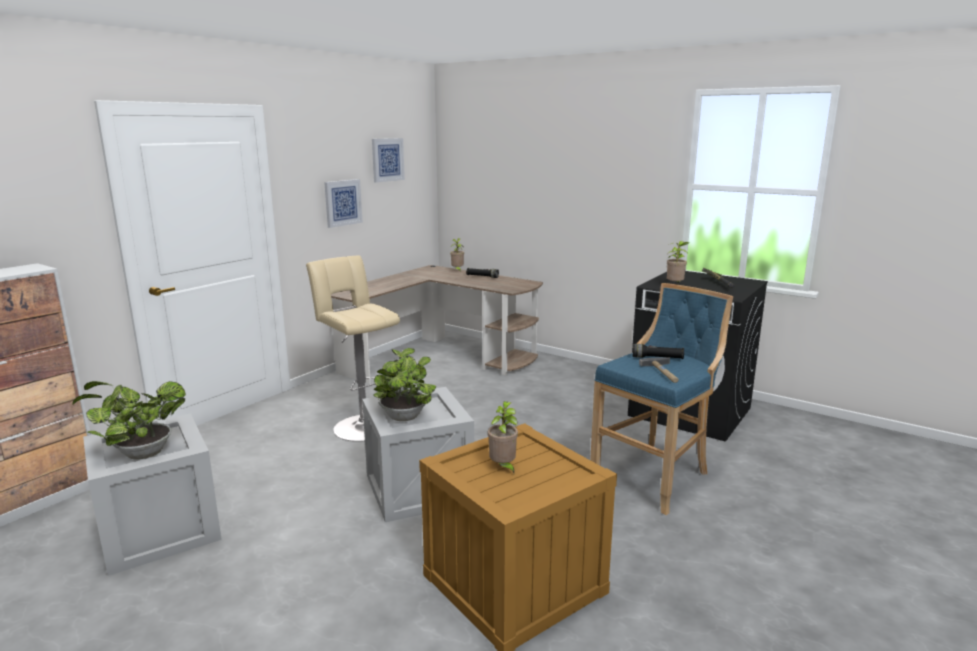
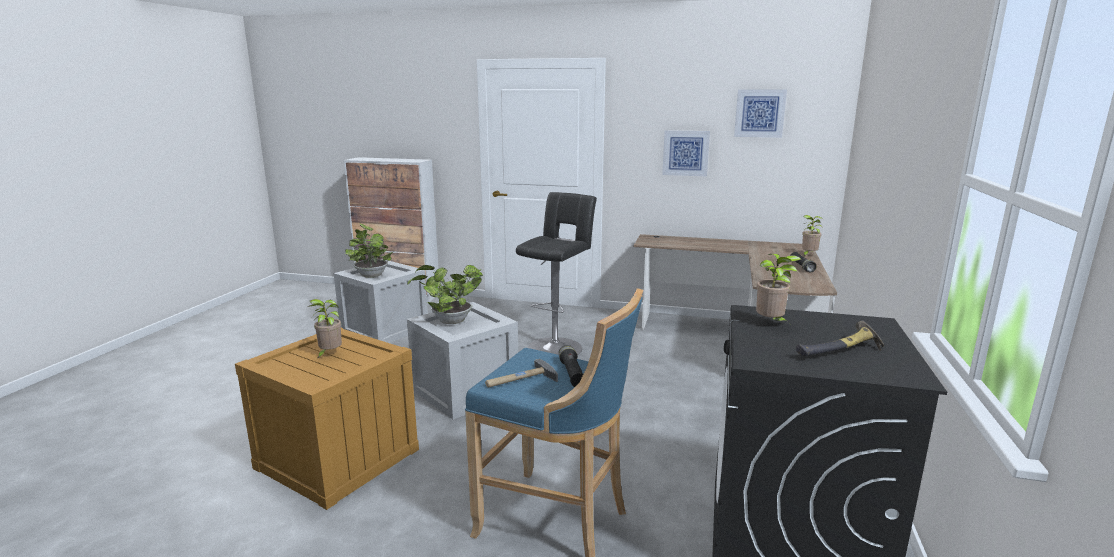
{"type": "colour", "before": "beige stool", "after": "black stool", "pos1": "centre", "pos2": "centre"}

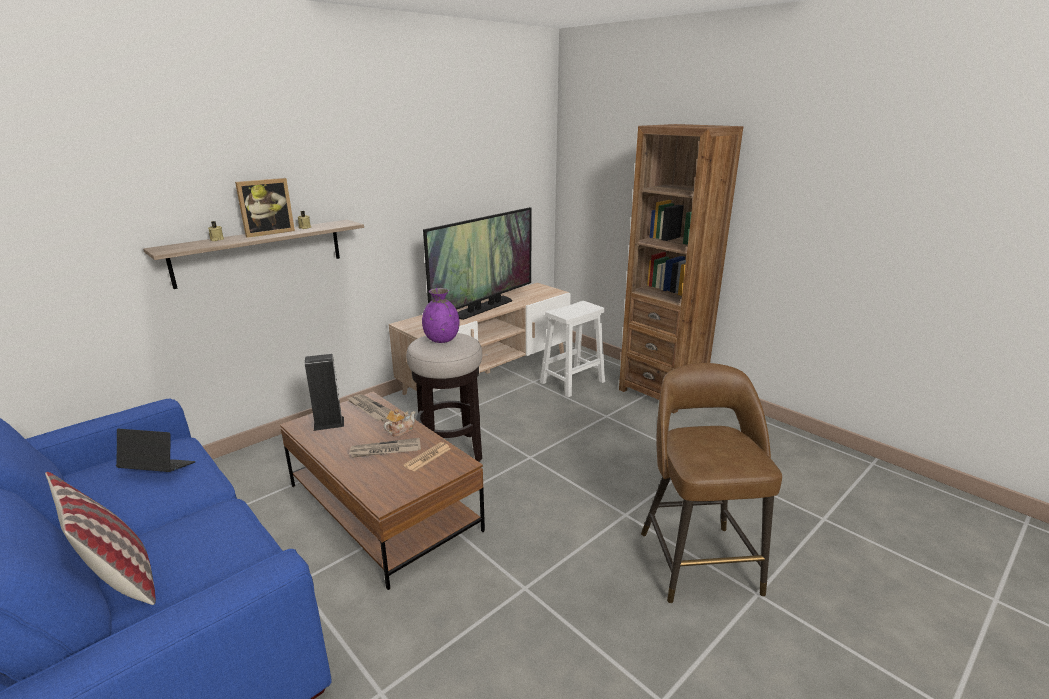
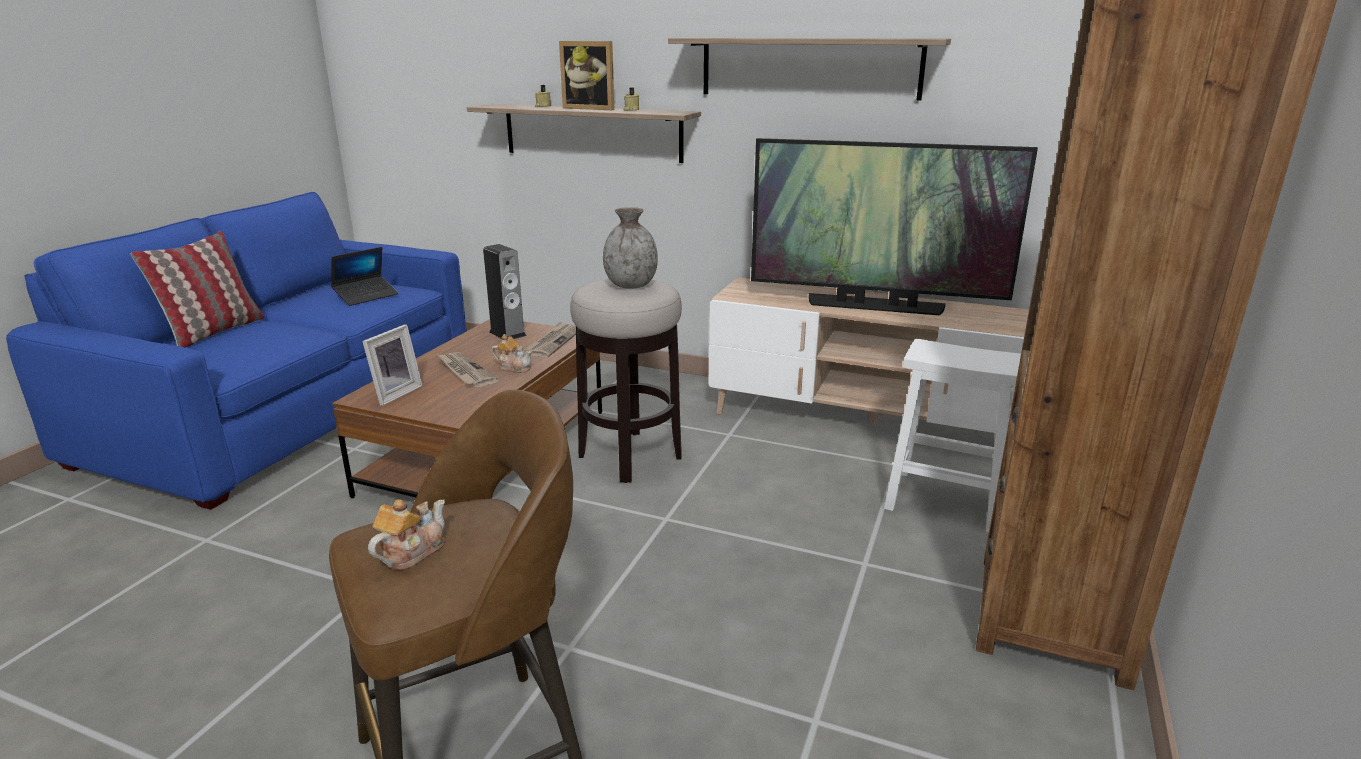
{"type": "colour", "before": "purple vase", "after": "grey vase", "pos1": "centre", "pos2": "top centre"}
{"type": "spun", "before": "laptop", "pos1": "middle left", "pos2": "middle left", "turn": 60}
{"type": "missing", "before": "newspaper (no. 3 from left)", "pos1": "centre"}
{"type": "appeared", "after": "shelf (no. 2 from left)", "pos2": "top centre"}
{"type": "appeared", "after": "picture frame (no. 1 from left)", "pos2": "middle left"}
{"type": "appeared", "after": "teapot (no. 1 from left)", "pos2": "bottom left"}

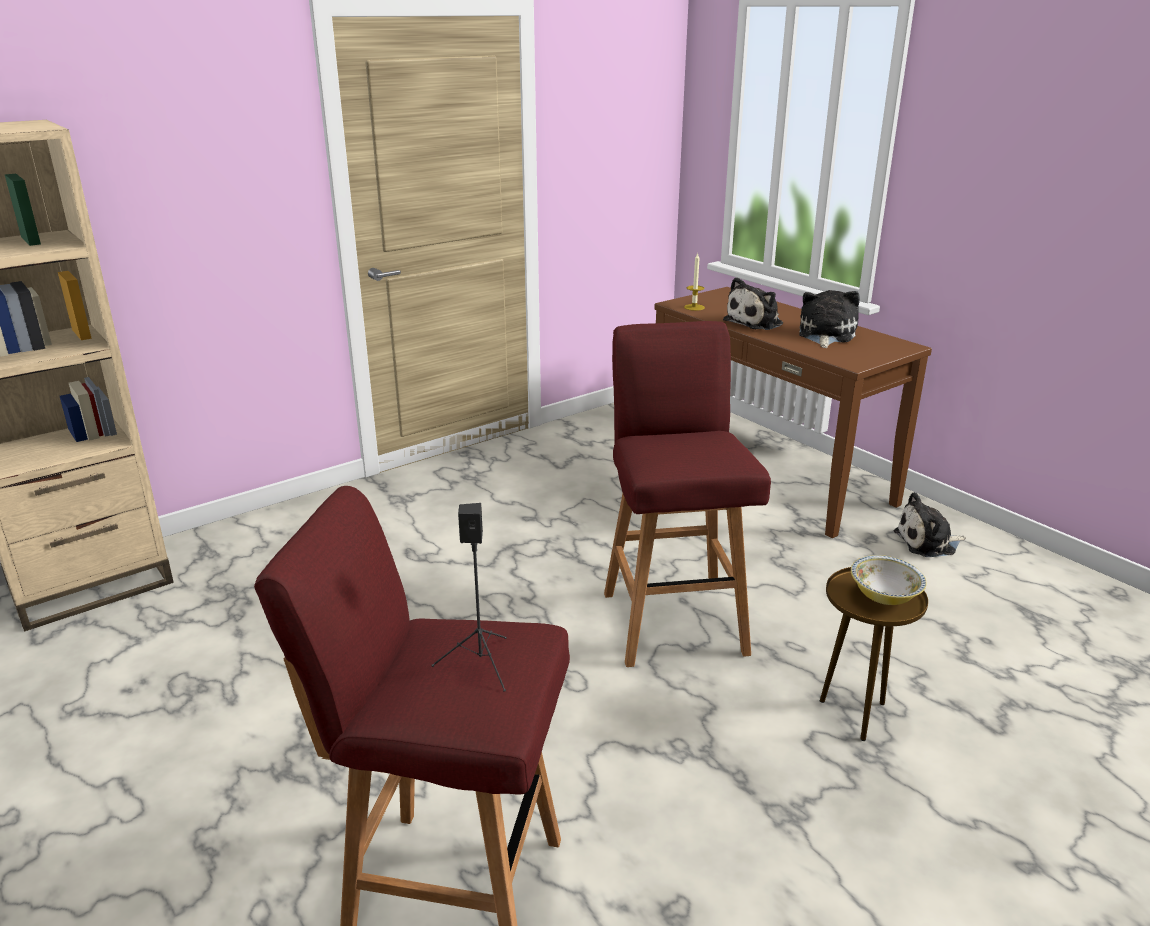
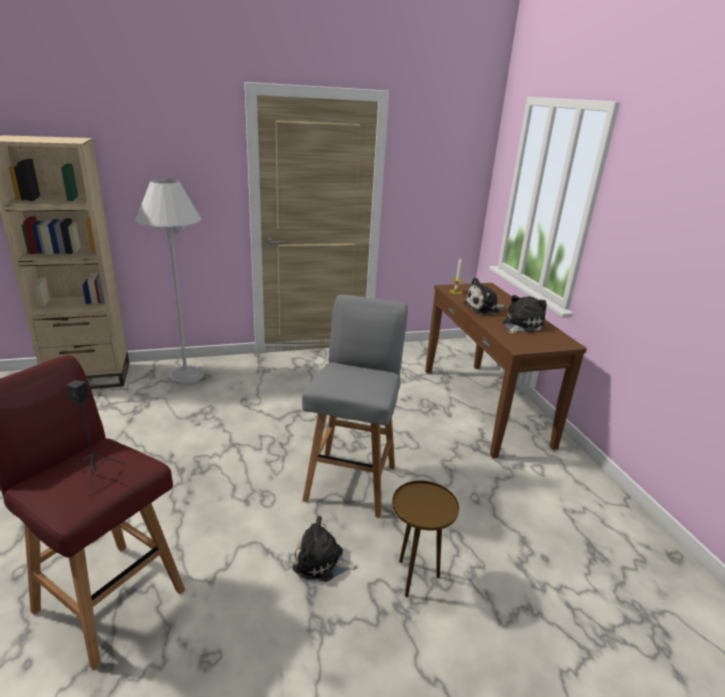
{"type": "colour", "before": "red stool (no. 2 from left)", "after": "grey stool", "pos1": "centre", "pos2": "centre"}
{"type": "relocated", "before": "plush toy (no. 3 from left in the first image)", "after": "plush toy (no. 1 from left)", "pos1": "middle right", "pos2": "bottom centre"}
{"type": "missing", "before": "bowl", "pos1": "middle right"}
{"type": "appeared", "after": "white floor lamp", "pos2": "middle left"}

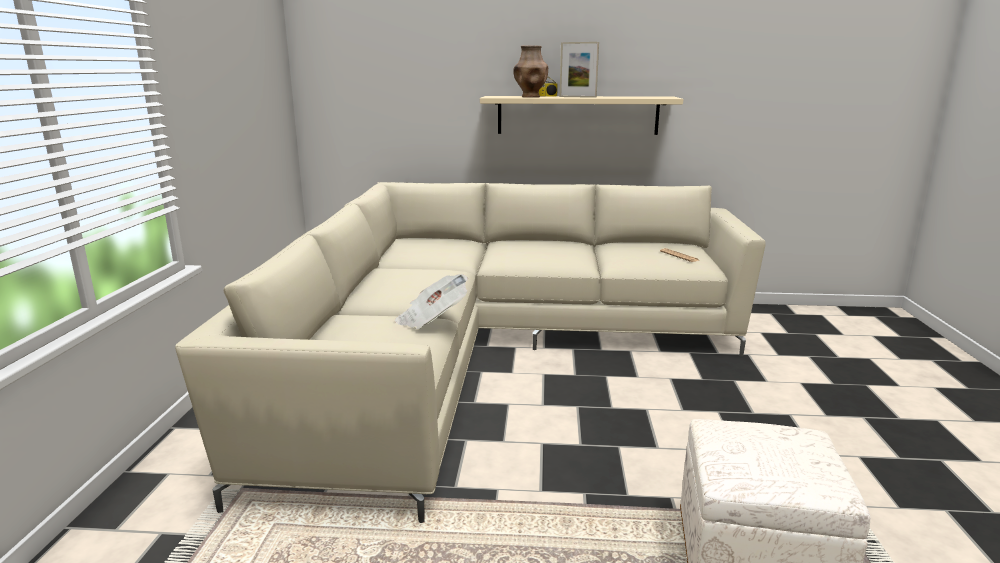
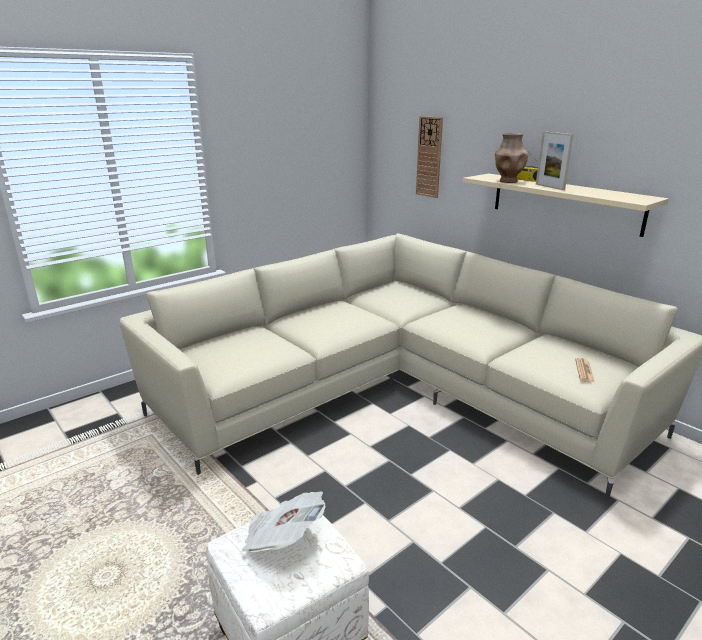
{"type": "relocated", "before": "newspaper (no. 1 from left)", "pos1": "centre", "pos2": "bottom centre"}
{"type": "appeared", "after": "wall clock", "pos2": "top centre"}

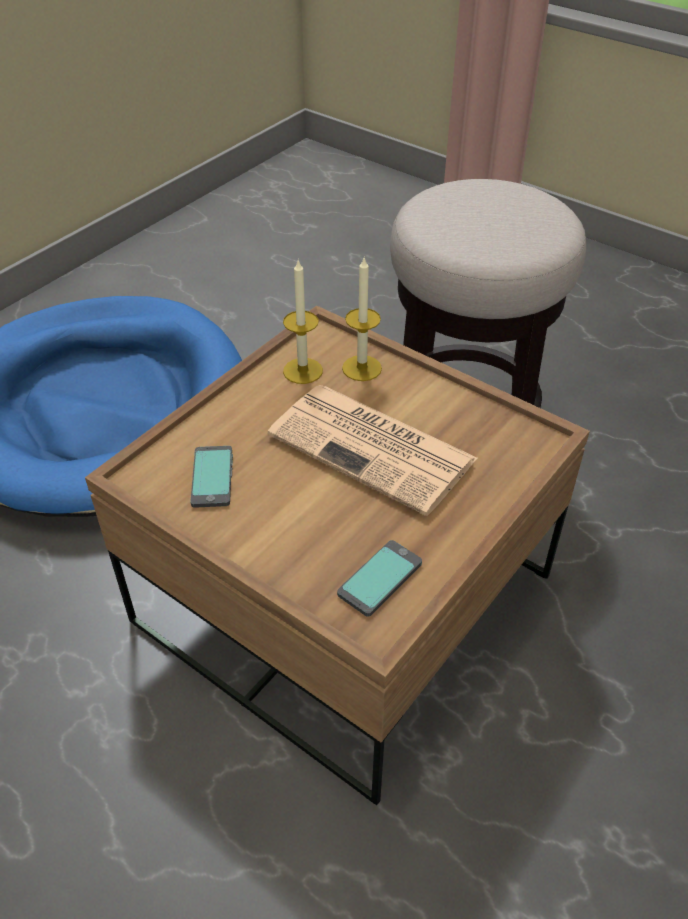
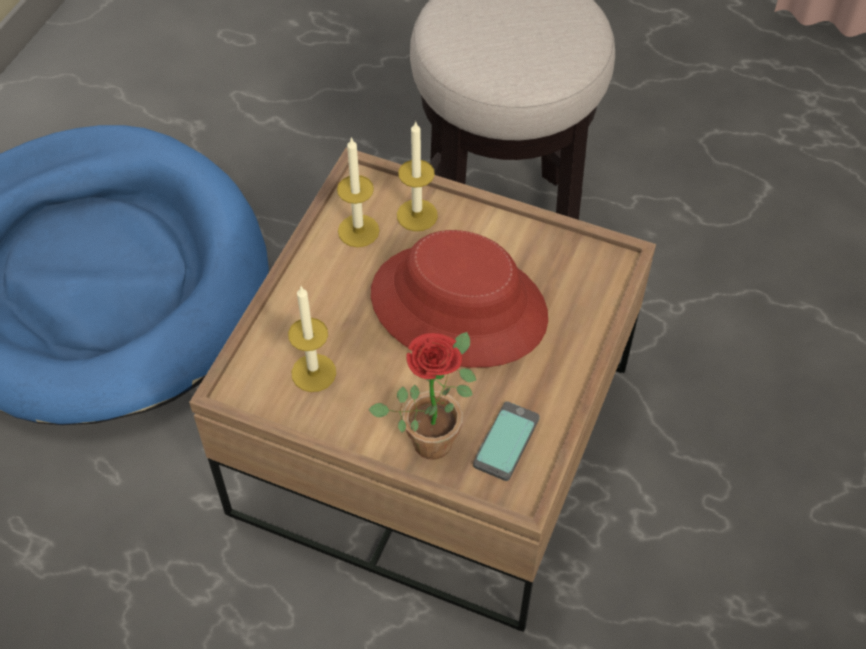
{"type": "exchanged", "before": "newspaper", "after": "red hat", "pos1": "centre", "pos2": "centre"}
{"type": "exchanged", "before": "phone (no. 1 from left)", "after": "candle (no. 1 from left)", "pos1": "middle left", "pos2": "centre"}
{"type": "appeared", "after": "potted plant", "pos2": "centre"}

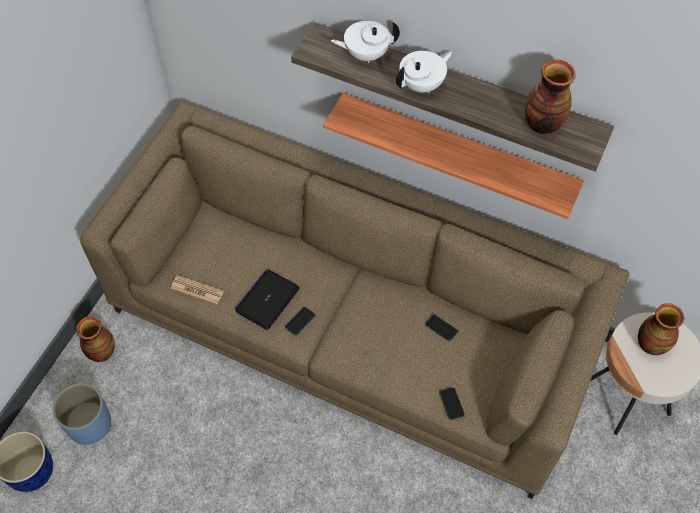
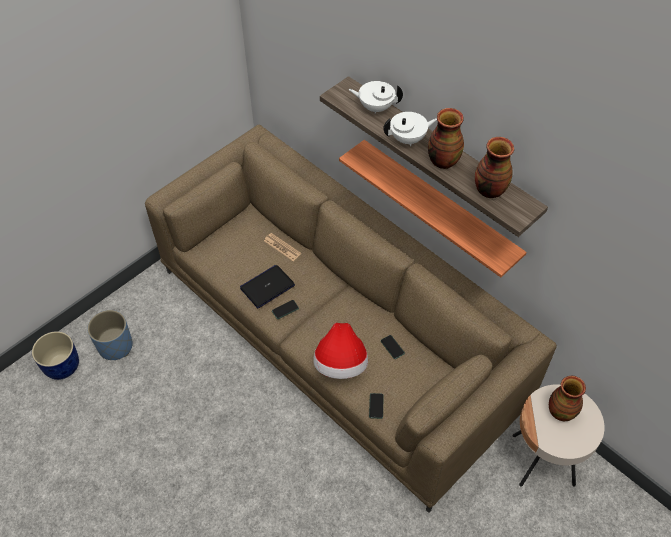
{"type": "relocated", "before": "newspaper", "pos1": "middle left", "pos2": "centre"}
{"type": "relocated", "before": "vase (no. 1 from left)", "pos1": "middle left", "pos2": "top centre"}
{"type": "appeared", "after": "hat", "pos2": "centre"}

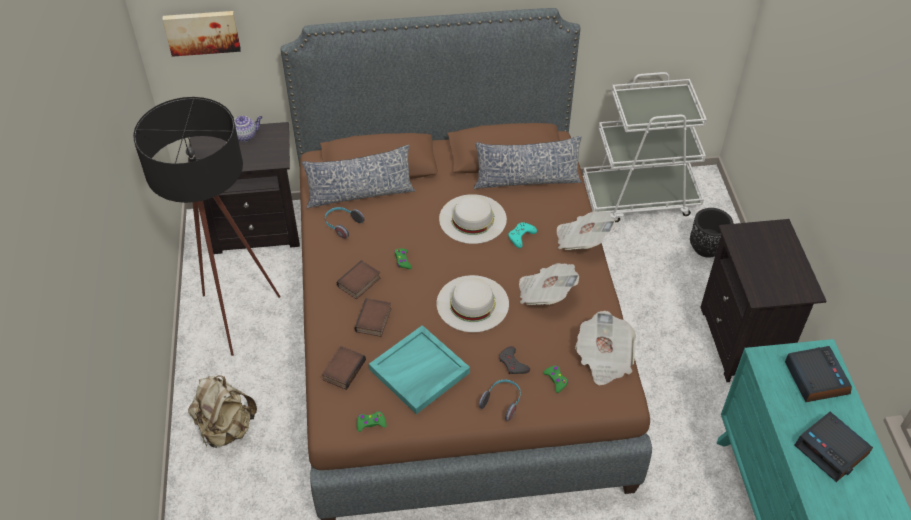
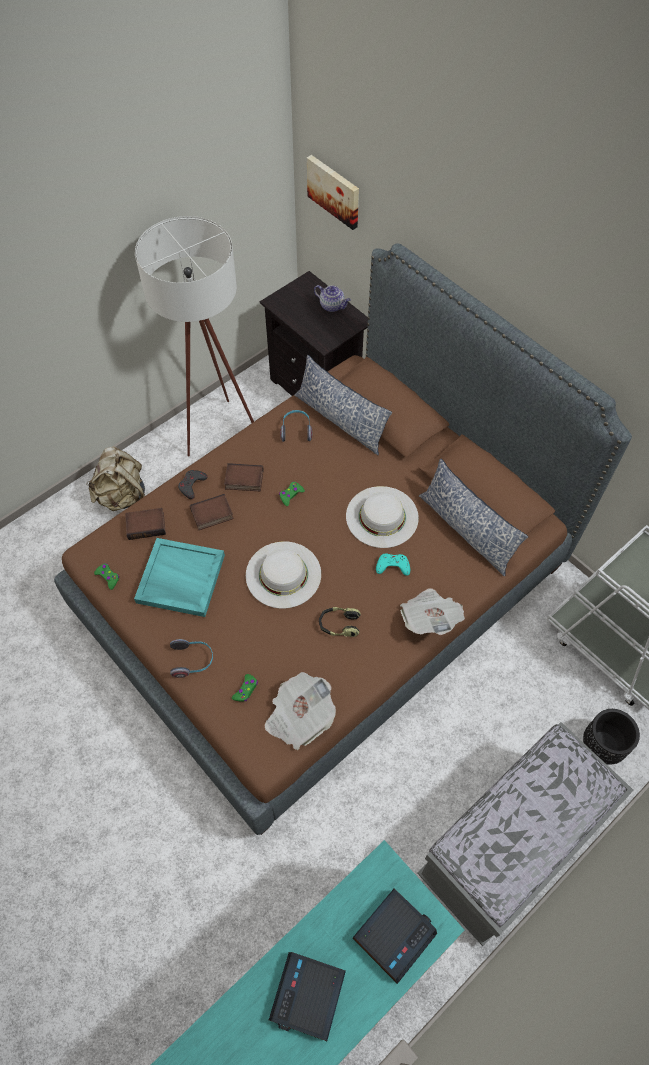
{"type": "colour", "before": "black floor lamp", "after": "white floor lamp", "pos1": "middle left", "pos2": "top left"}
{"type": "exchanged", "before": "black nightstand (no. 2 from left)", "after": "grey bench", "pos1": "middle right", "pos2": "bottom right"}
{"type": "exchanged", "before": "newspaper (no. 1 from left)", "after": "headphones (no. 3 from left)", "pos1": "centre", "pos2": "centre"}
{"type": "relocated", "before": "grey game controller", "pos1": "bottom centre", "pos2": "middle left"}

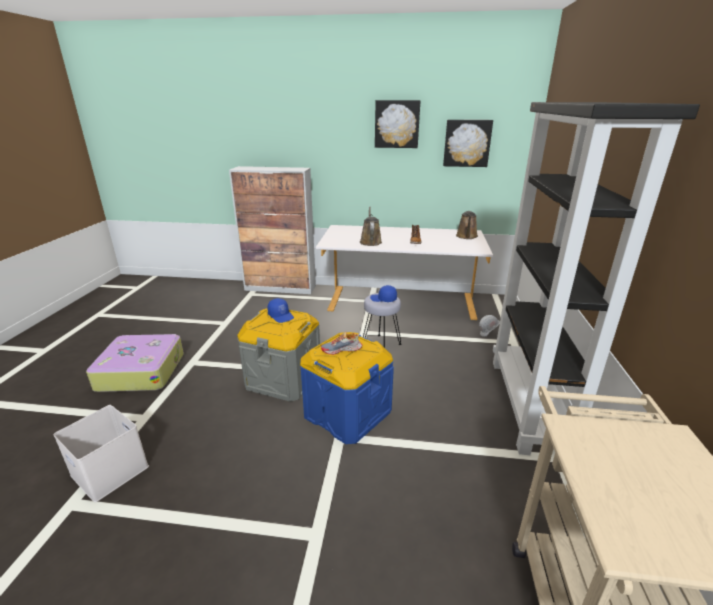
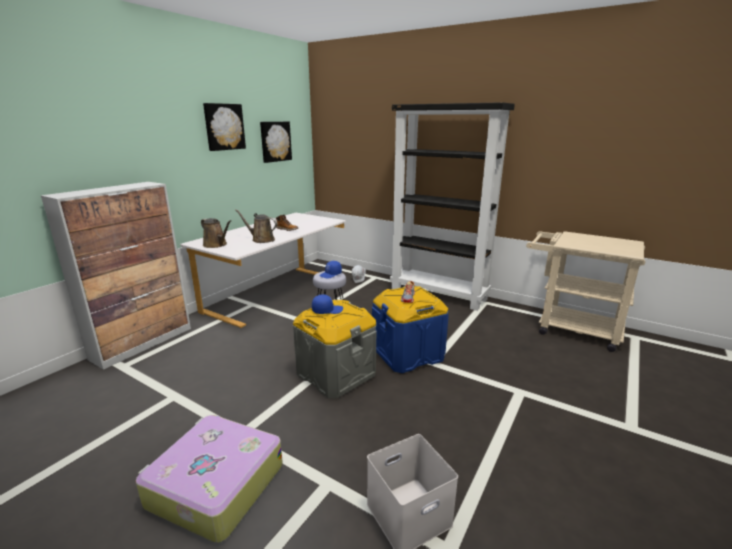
{"type": "relocated", "before": "brown watering can (no. 2 from left in the first image)", "after": "brown watering can (no. 1 from left)", "pos1": "centre", "pos2": "middle left"}

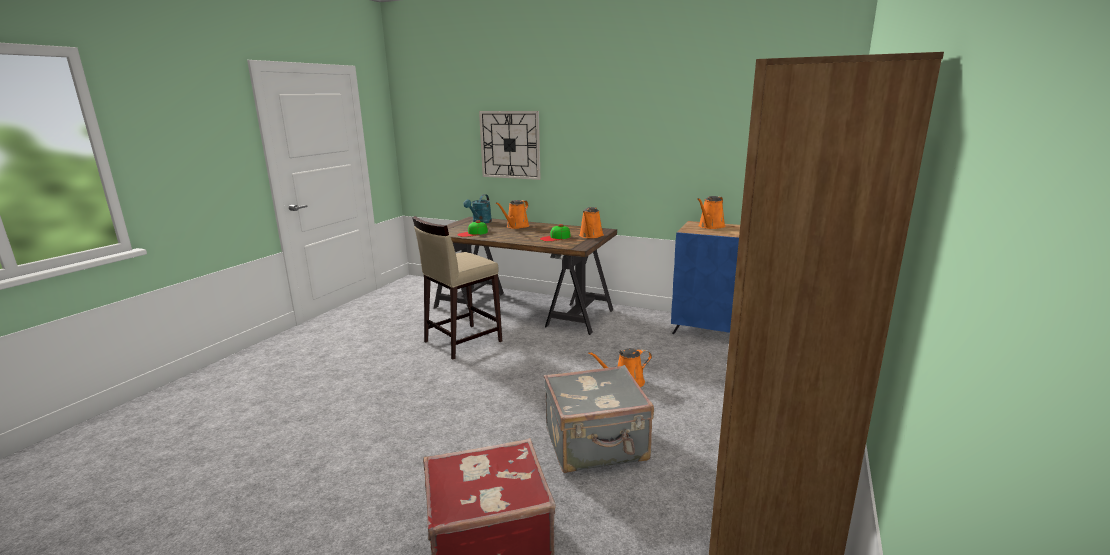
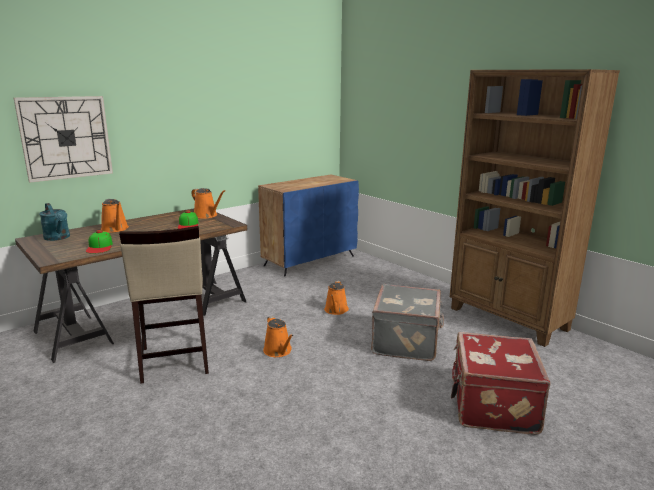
{"type": "relocated", "before": "orange watering can (no. 4 from left in the first image)", "after": "orange watering can (no. 3 from left)", "pos1": "centre", "pos2": "bottom centre"}

